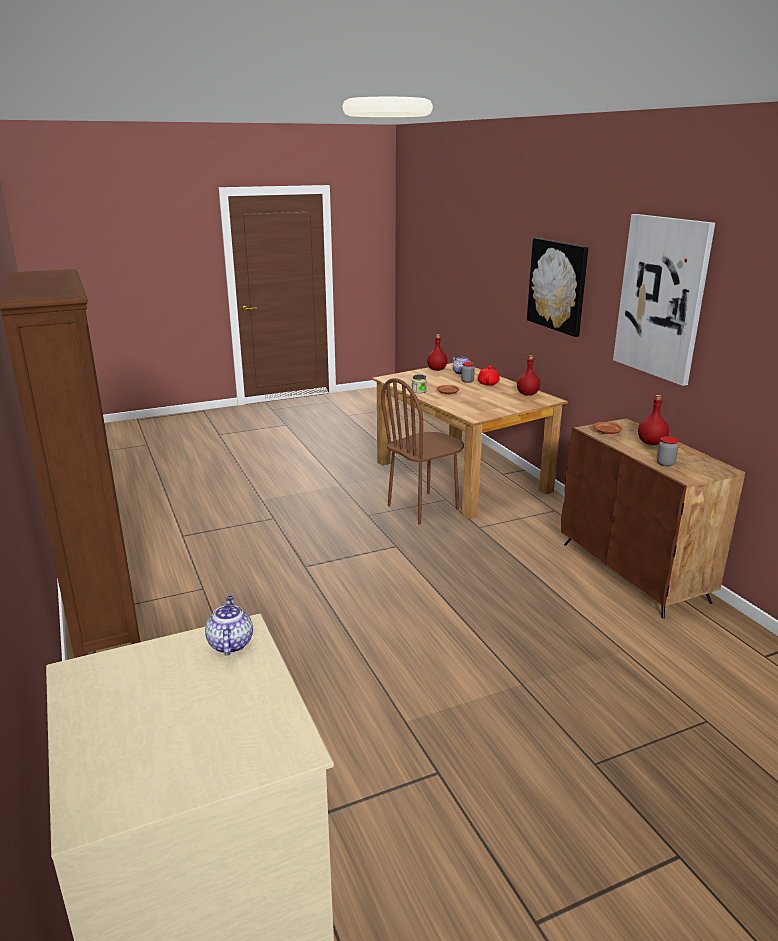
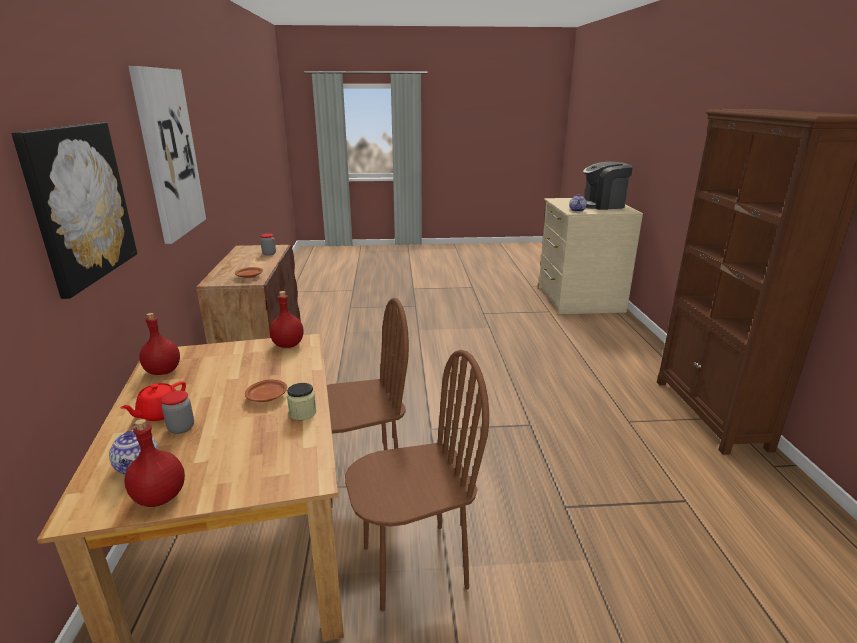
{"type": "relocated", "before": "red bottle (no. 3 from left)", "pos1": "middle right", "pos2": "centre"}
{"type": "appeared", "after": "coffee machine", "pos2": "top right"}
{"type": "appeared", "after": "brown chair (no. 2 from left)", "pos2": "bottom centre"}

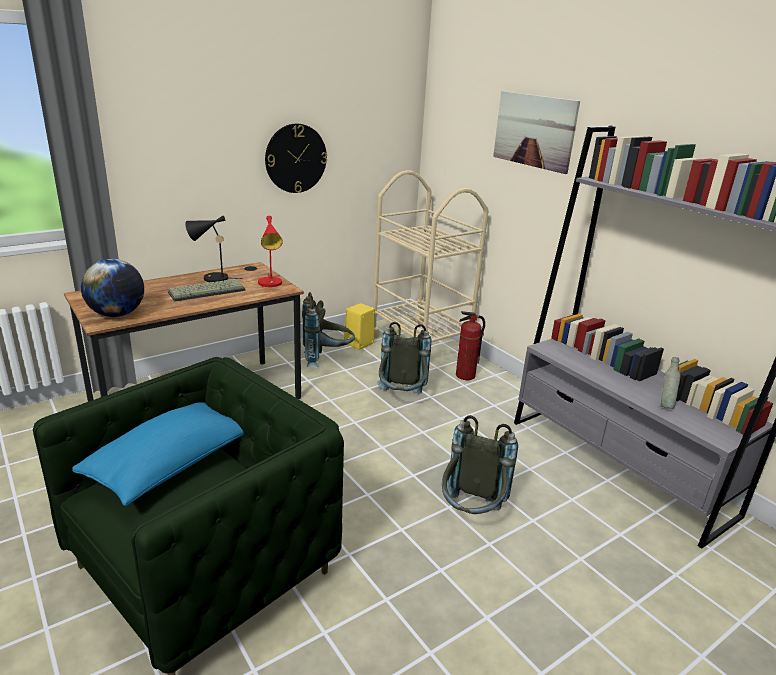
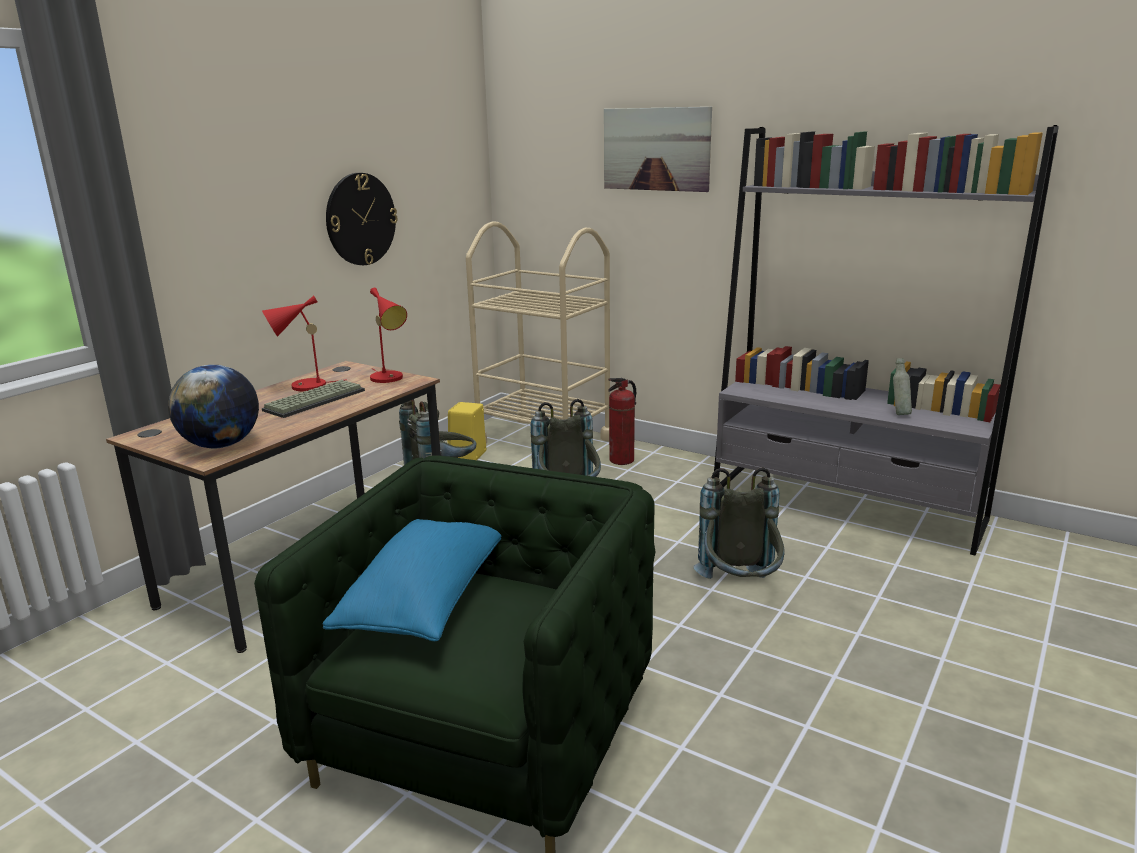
{"type": "colour", "before": "black table lamp", "after": "red table lamp (no. 1 from left)", "pos1": "middle left", "pos2": "middle left"}

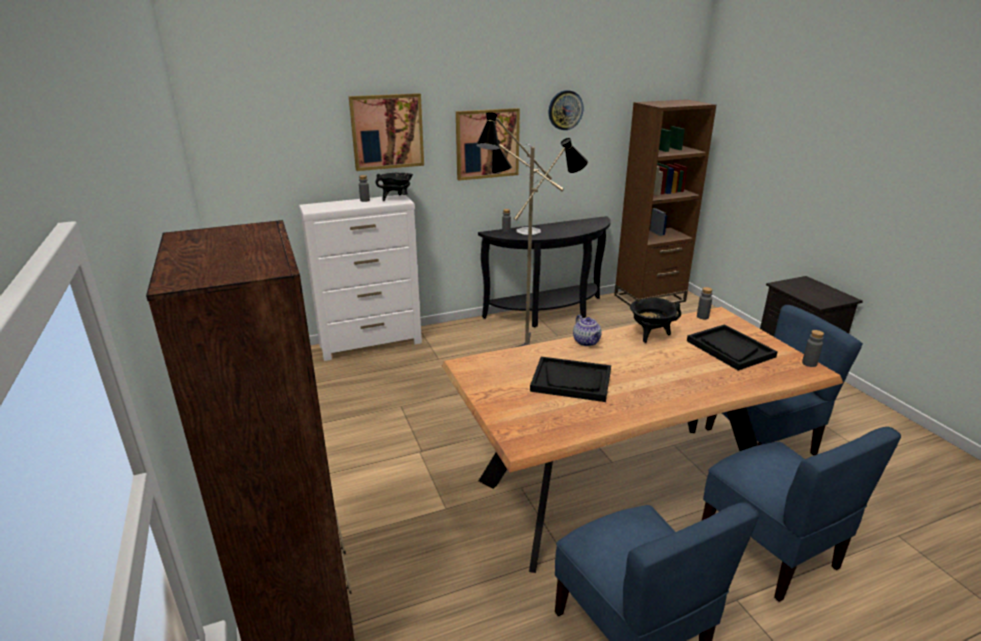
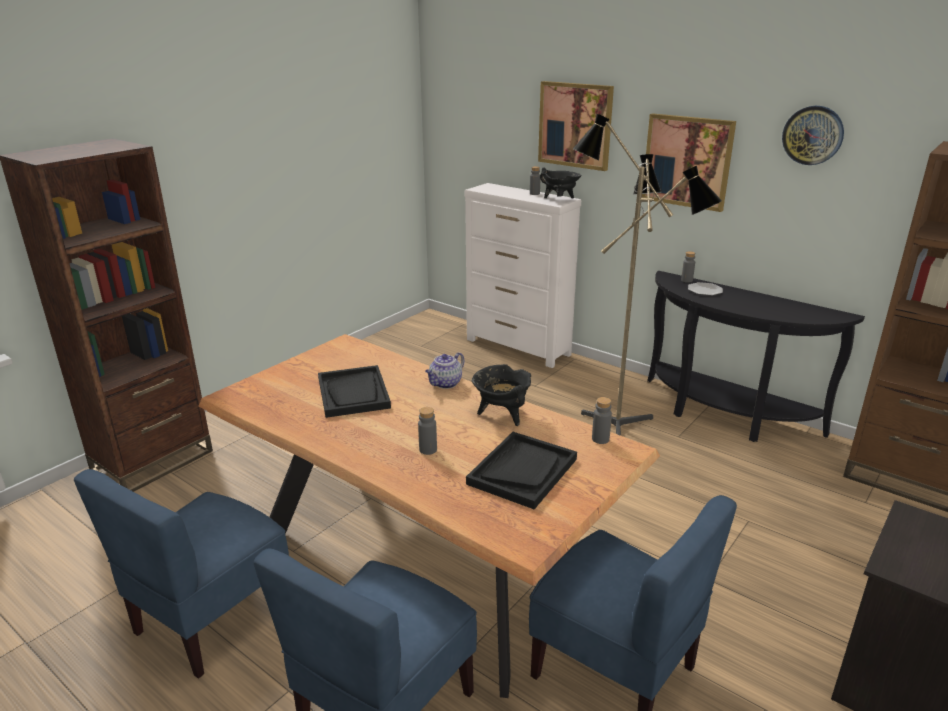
{"type": "relocated", "before": "grey bottle (no. 4 from left in the first image)", "after": "grey bottle (no. 1 from left)", "pos1": "middle right", "pos2": "centre"}

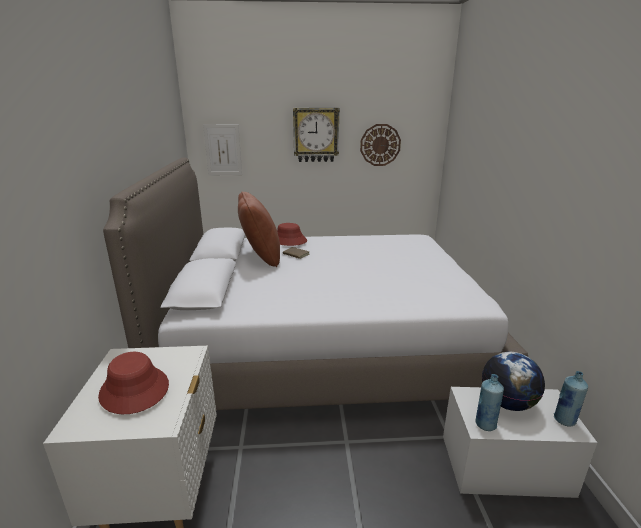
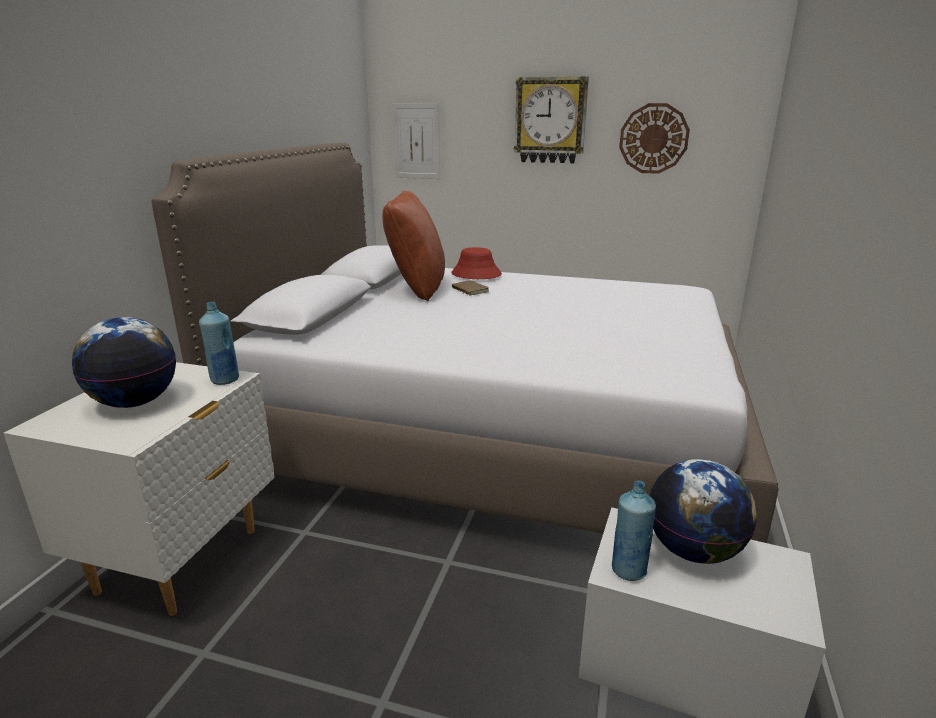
{"type": "exchanged", "before": "red hat (no. 1 from left)", "after": "globe (no. 1 from left)", "pos1": "bottom left", "pos2": "middle left"}
{"type": "relocated", "before": "blue bottle (no. 2 from left in the first image)", "after": "blue bottle (no. 1 from left)", "pos1": "bottom right", "pos2": "middle left"}

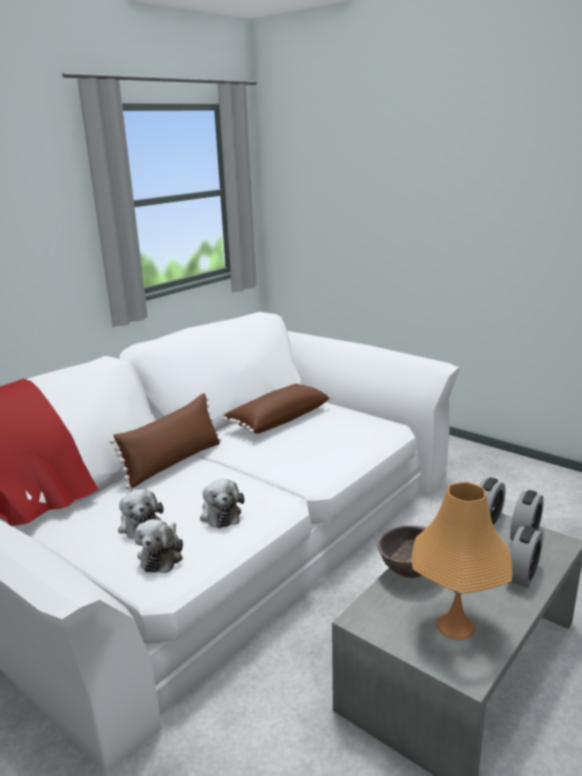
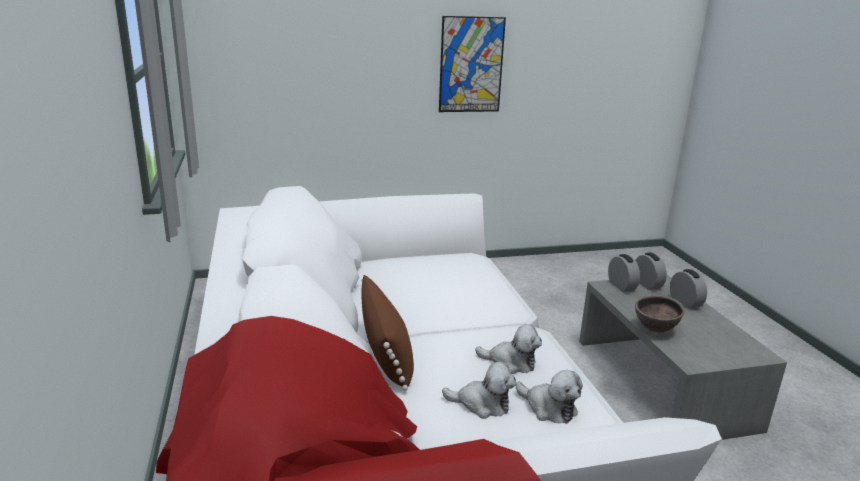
{"type": "missing", "before": "brown pillow (no. 2 from left)", "pos1": "centre"}
{"type": "missing", "before": "orange table lamp", "pos1": "bottom right"}
{"type": "appeared", "after": "picture", "pos2": "top centre"}

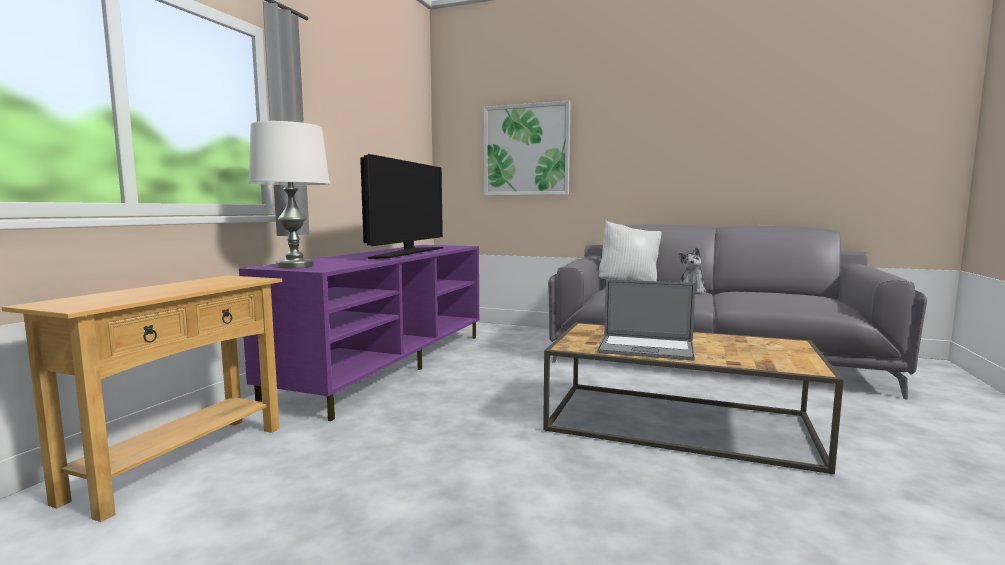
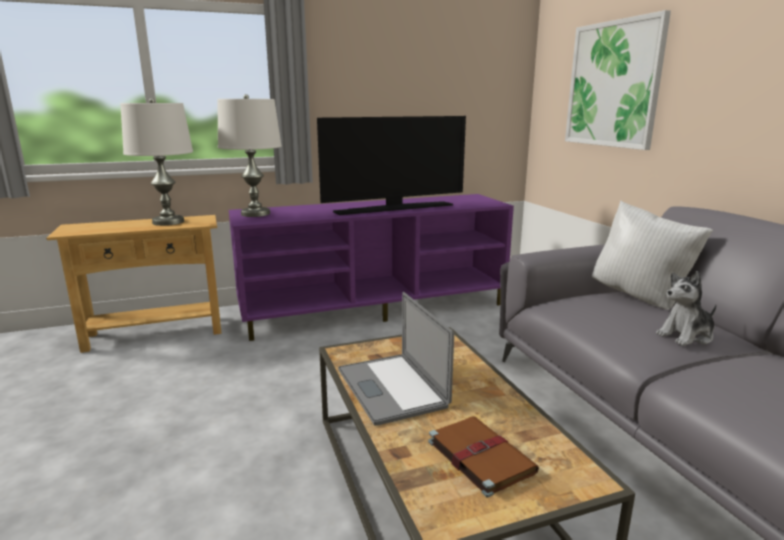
{"type": "appeared", "after": "white table lamp (no. 1 from left)", "pos2": "top left"}
{"type": "appeared", "after": "brown book", "pos2": "bottom centre"}

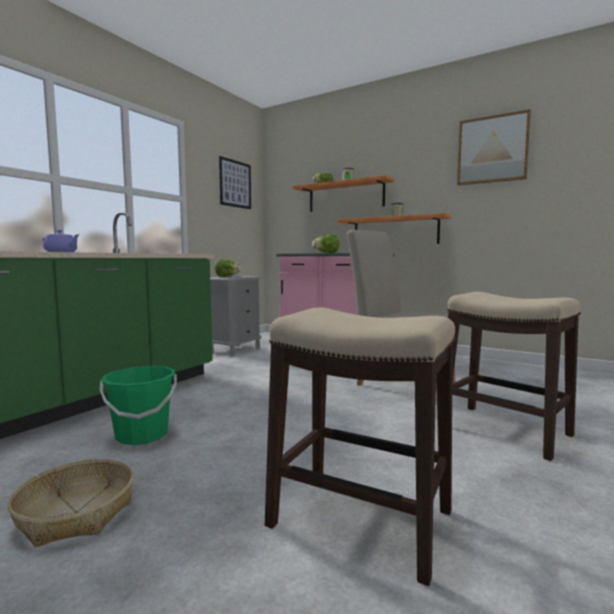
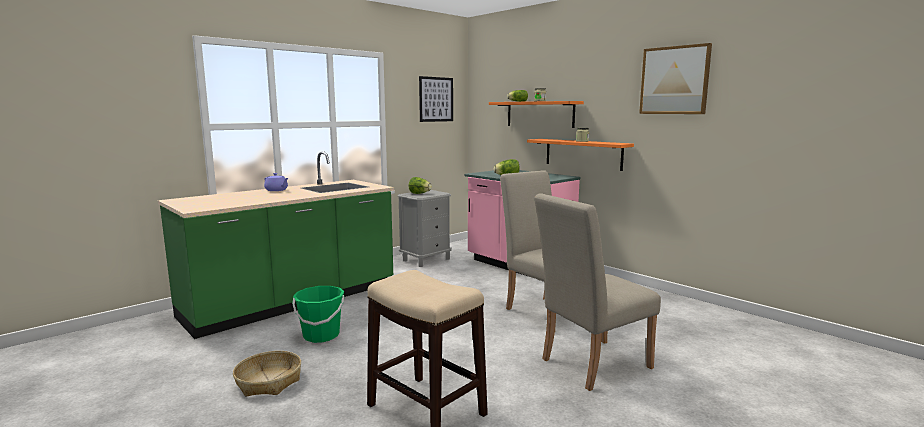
{"type": "exchanged", "before": "stool (no. 2 from left)", "after": "beige chair (no. 2 from left)", "pos1": "middle right", "pos2": "bottom centre"}

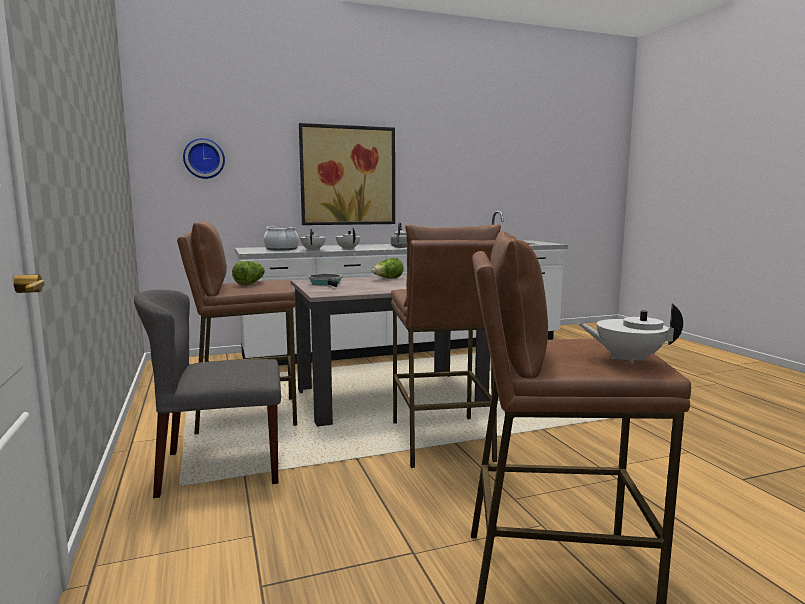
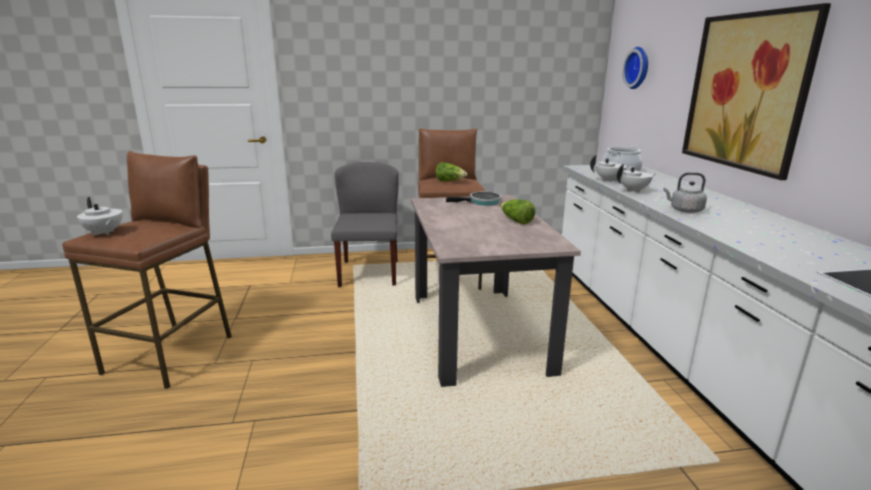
{"type": "missing", "before": "brown stool (no. 2 from left)", "pos1": "centre"}
{"type": "spun", "before": "white teapot (no. 3 from left in the first image)", "pos1": "middle right", "pos2": "middle left", "turn": 105}

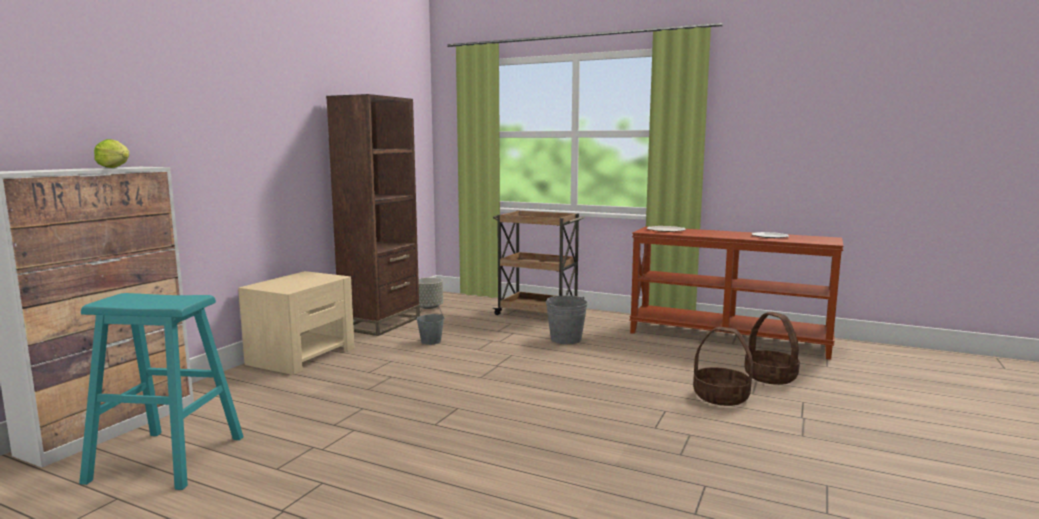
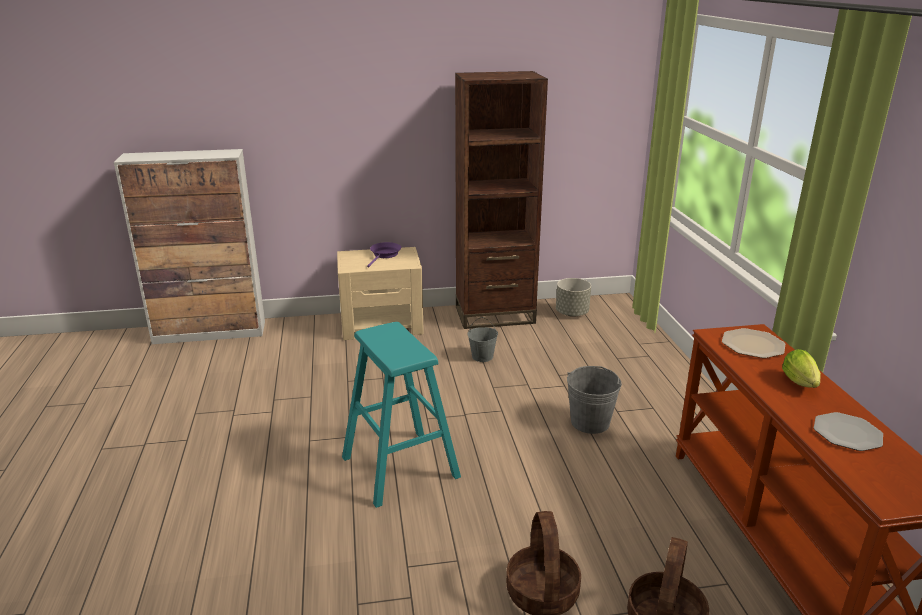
{"type": "relocated", "before": "lettuce", "pos1": "top left", "pos2": "middle right"}
{"type": "missing", "before": "brown cart", "pos1": "centre"}
{"type": "relocated", "before": "turquoise stool", "pos1": "bottom left", "pos2": "bottom centre"}
{"type": "appeared", "after": "purple frying pan", "pos2": "centre"}

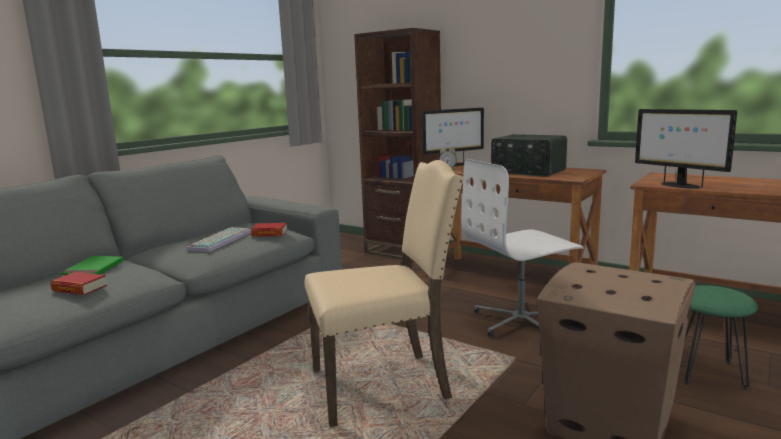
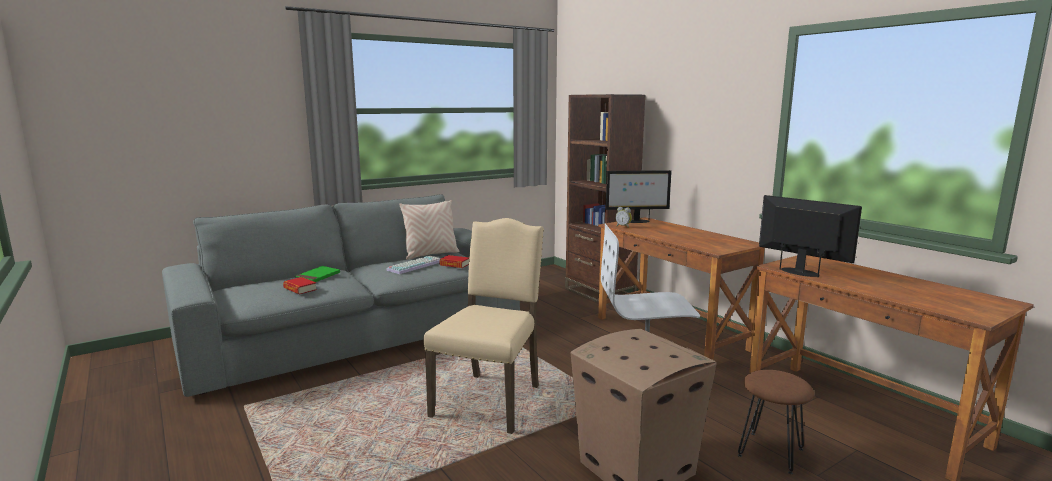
{"type": "spun", "before": "monitor (no. 2 from left)", "pos1": "middle right", "pos2": "middle right", "turn": 150}
{"type": "missing", "before": "radio", "pos1": "middle right"}
{"type": "spun", "before": "beige chair", "pos1": "bottom centre", "pos2": "bottom centre", "turn": -75}
{"type": "colour", "before": "green stool", "after": "brown stool", "pos1": "bottom right", "pos2": "bottom right"}
{"type": "appeared", "after": "beige pillow", "pos2": "centre"}

